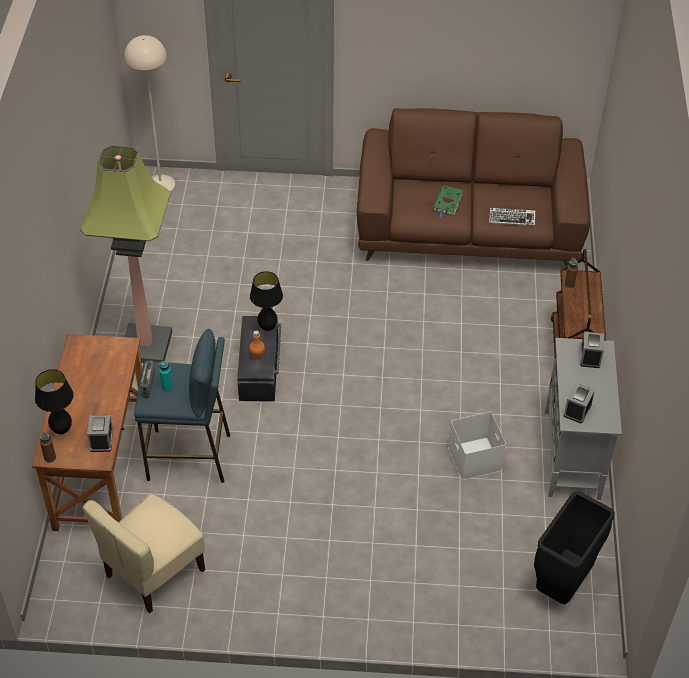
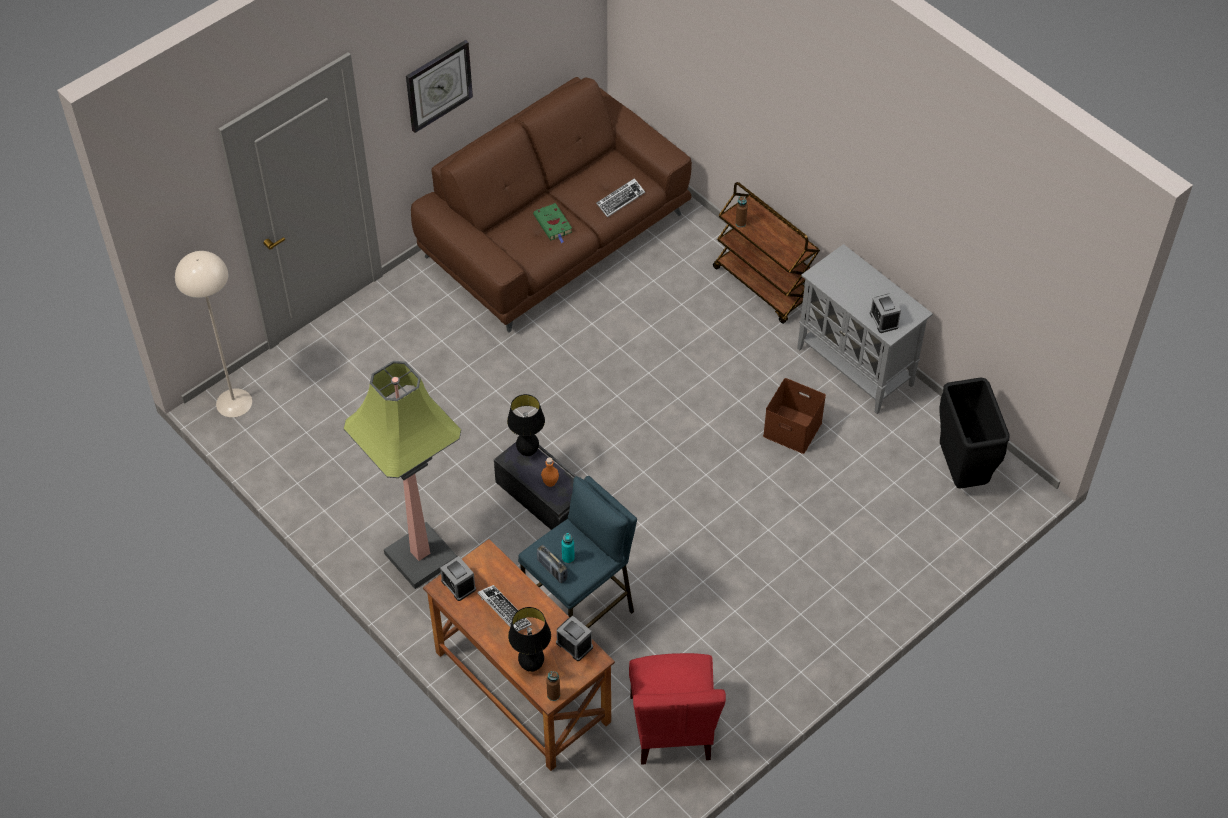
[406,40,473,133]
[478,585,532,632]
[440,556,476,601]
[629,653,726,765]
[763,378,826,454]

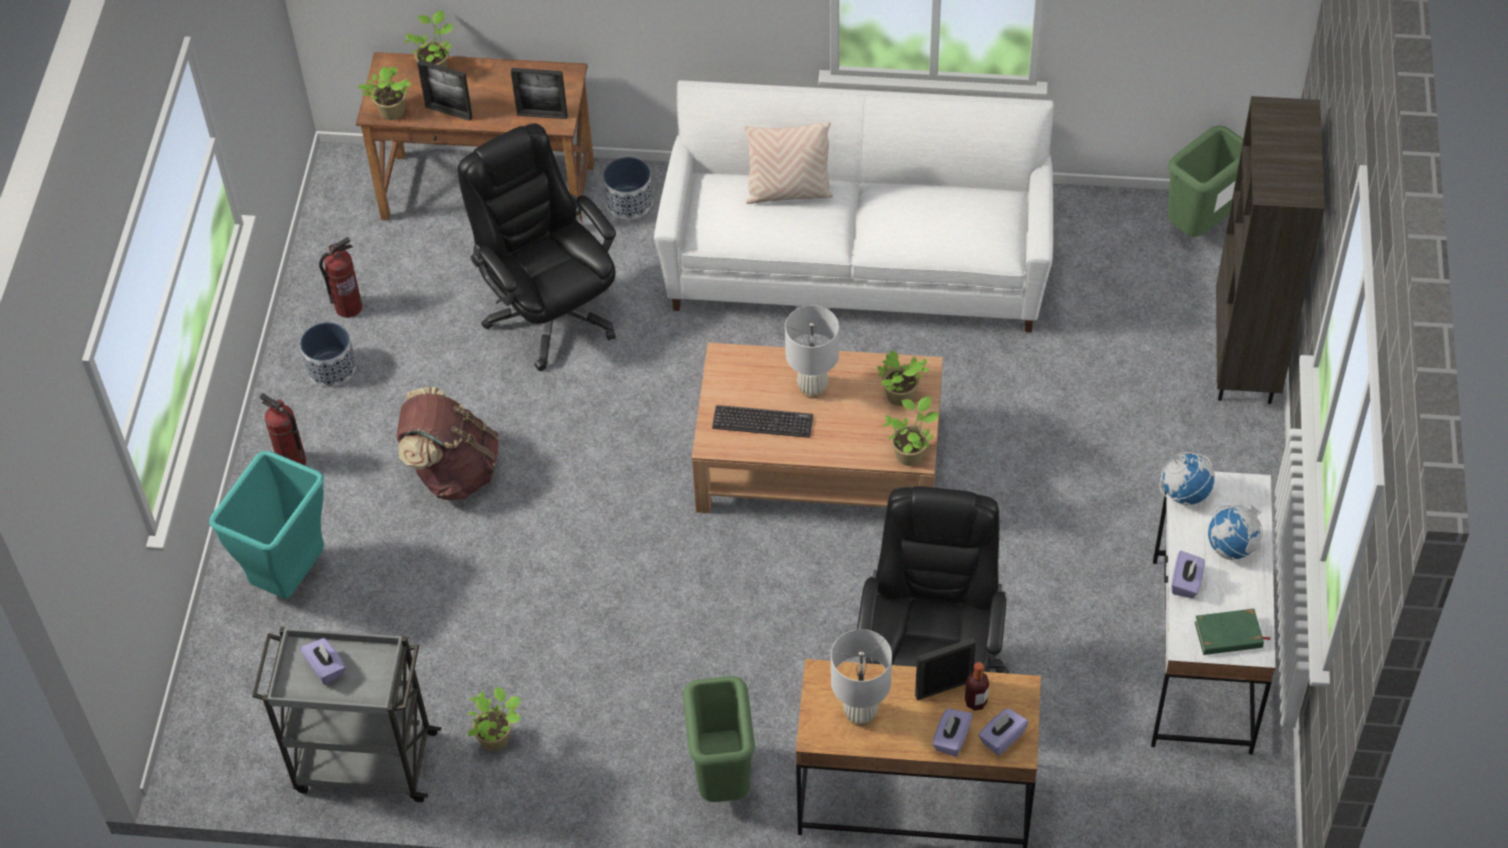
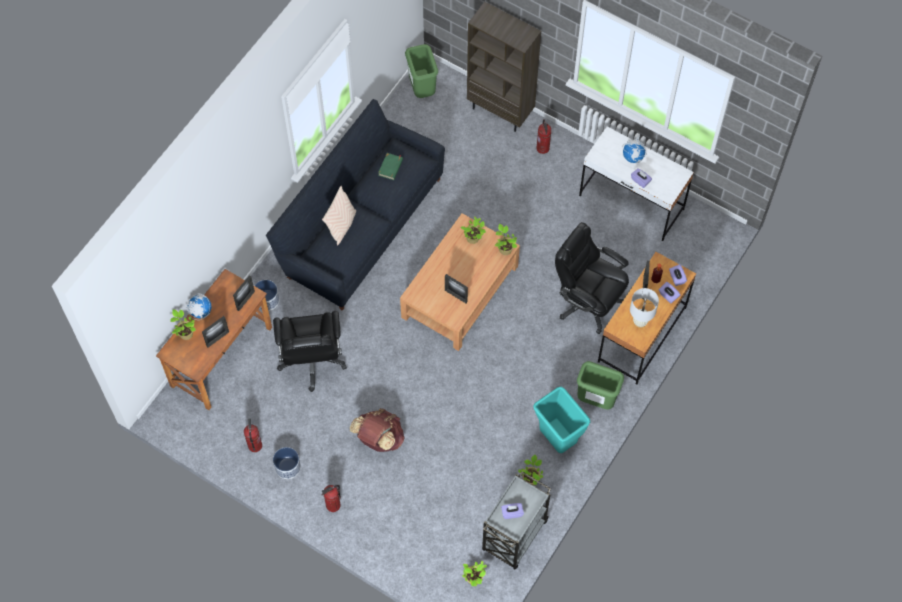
[785,305,839,399] (first image)
[537,119,551,154]
[533,387,590,453]
[462,561,487,587]
[187,294,212,320]
[378,153,403,180]
[445,274,468,303]
[266,99,445,311]
[273,311,347,392]

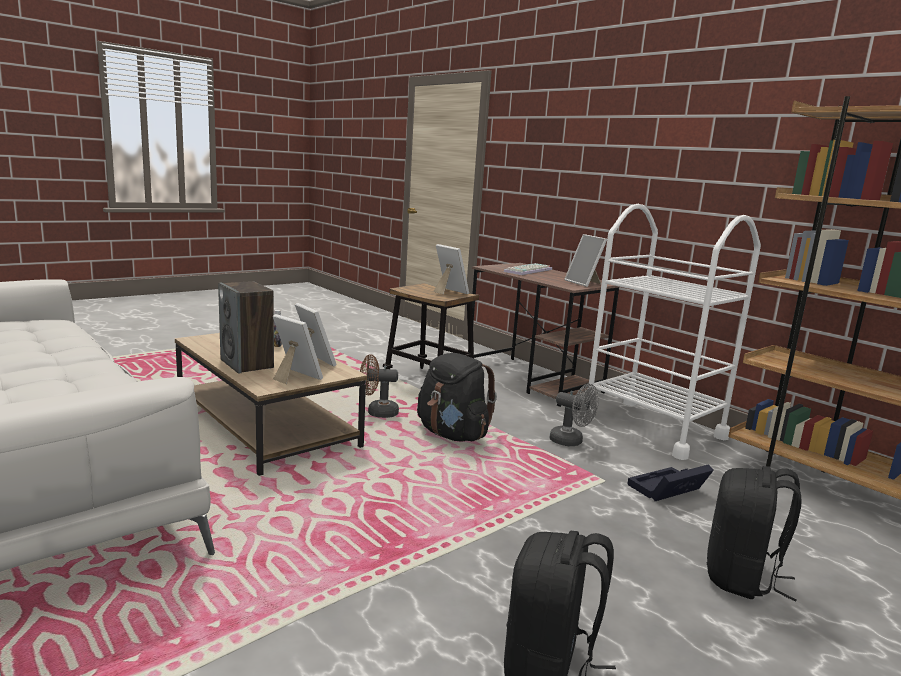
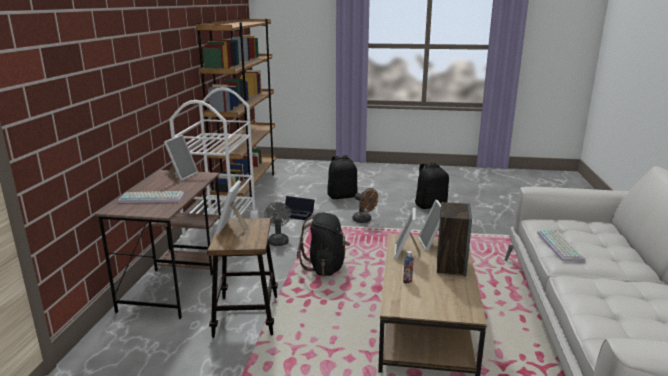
[537,230,585,261]
[352,188,378,223]

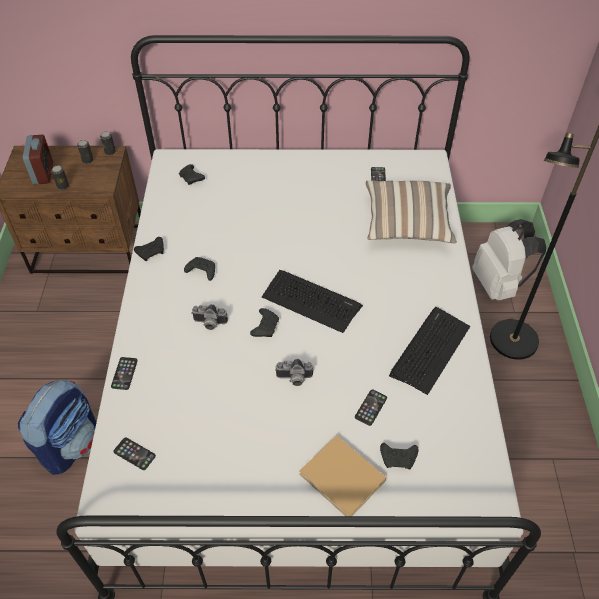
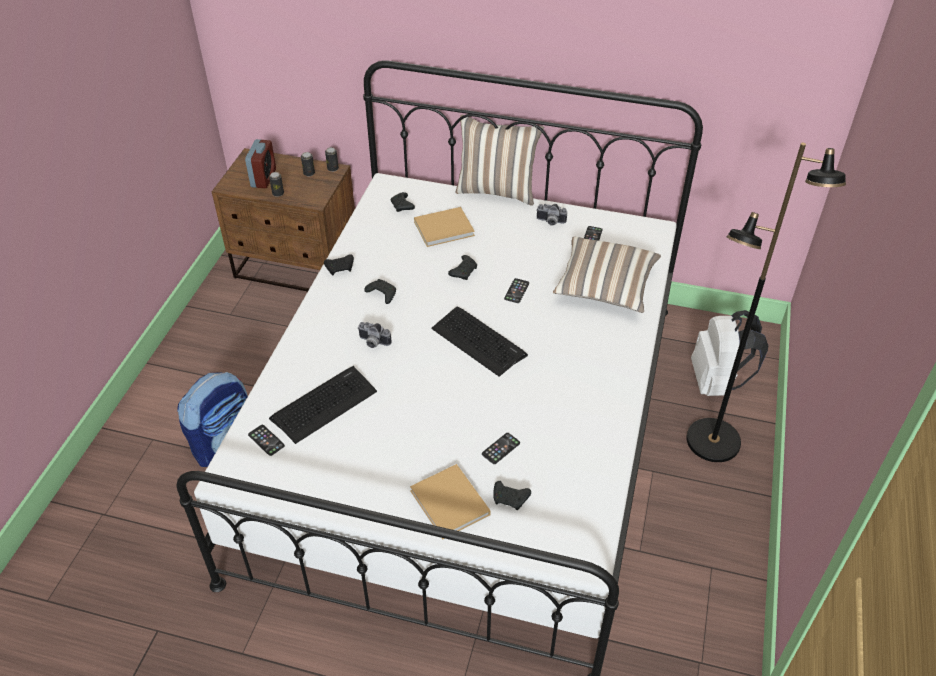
[414,207,475,247]
[455,115,544,206]
[504,278,529,303]
[448,255,477,280]
[536,204,567,226]
[269,366,377,444]

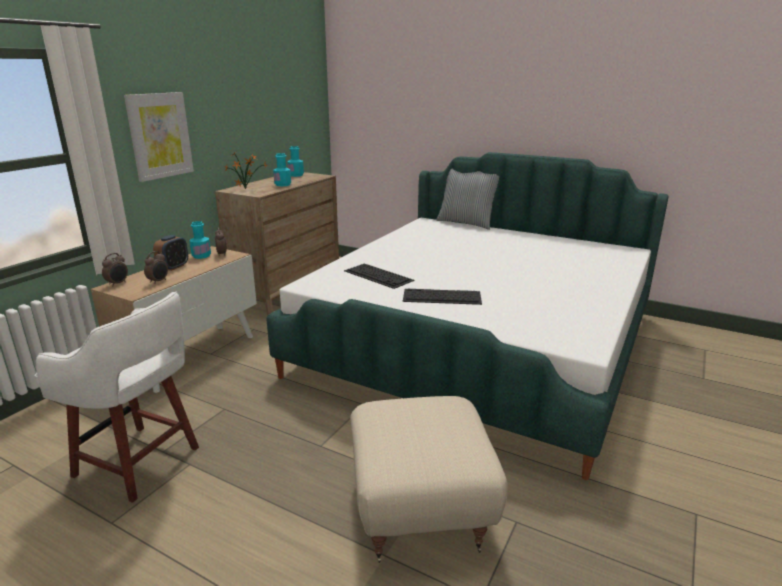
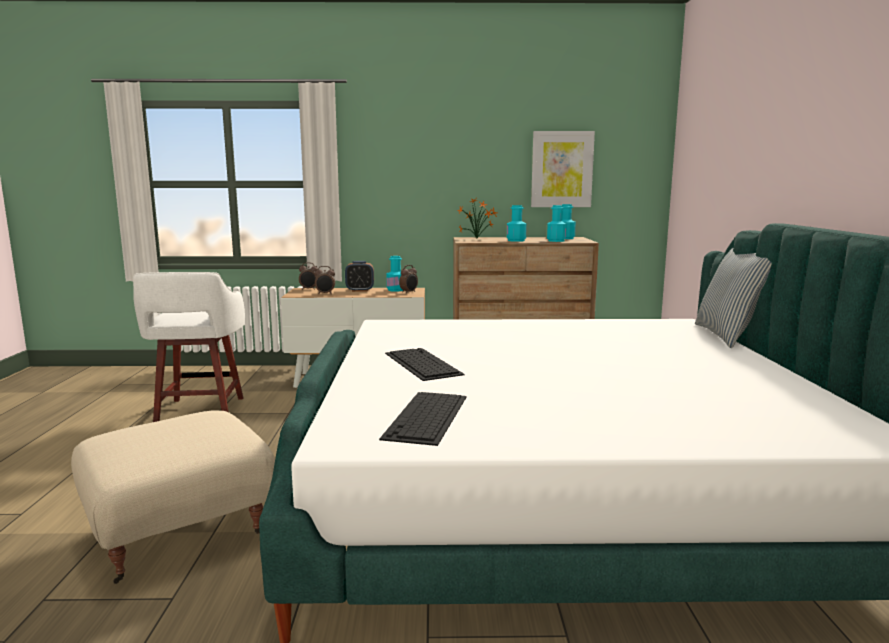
[547,205,567,242]
[531,131,595,207]
[379,392,467,446]

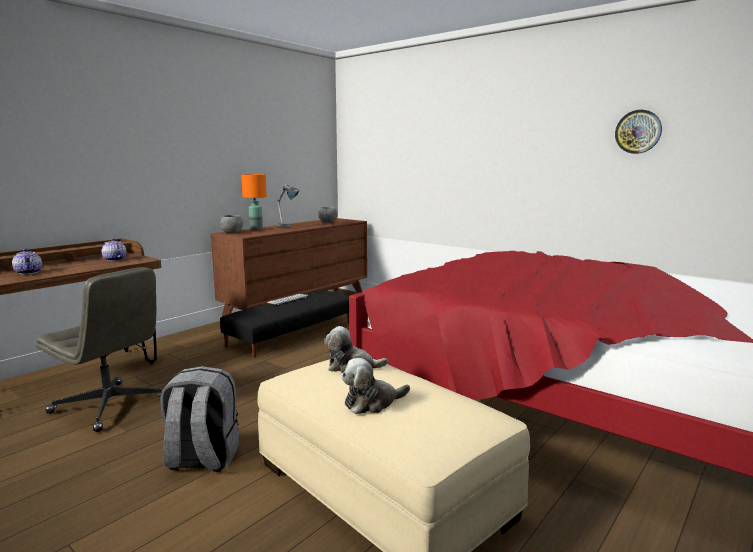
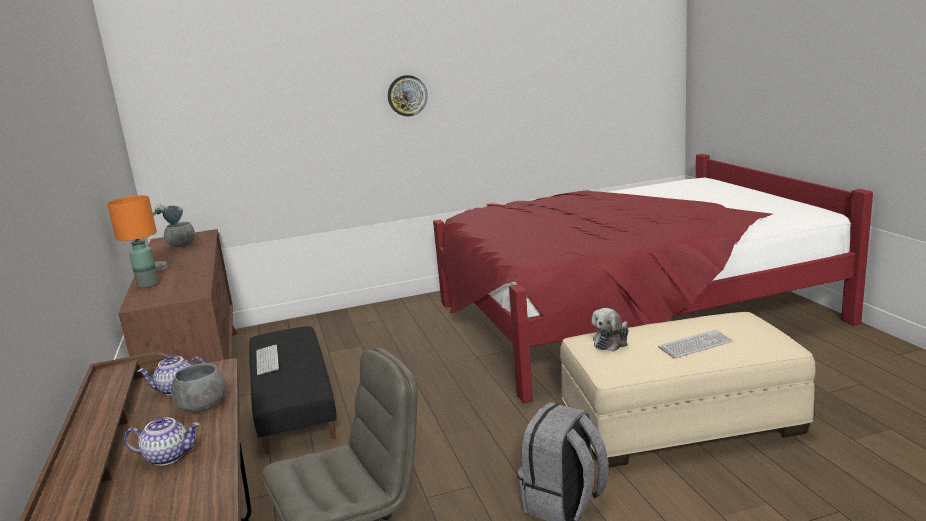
[171,363,226,413]
[388,75,428,116]
[658,329,733,358]

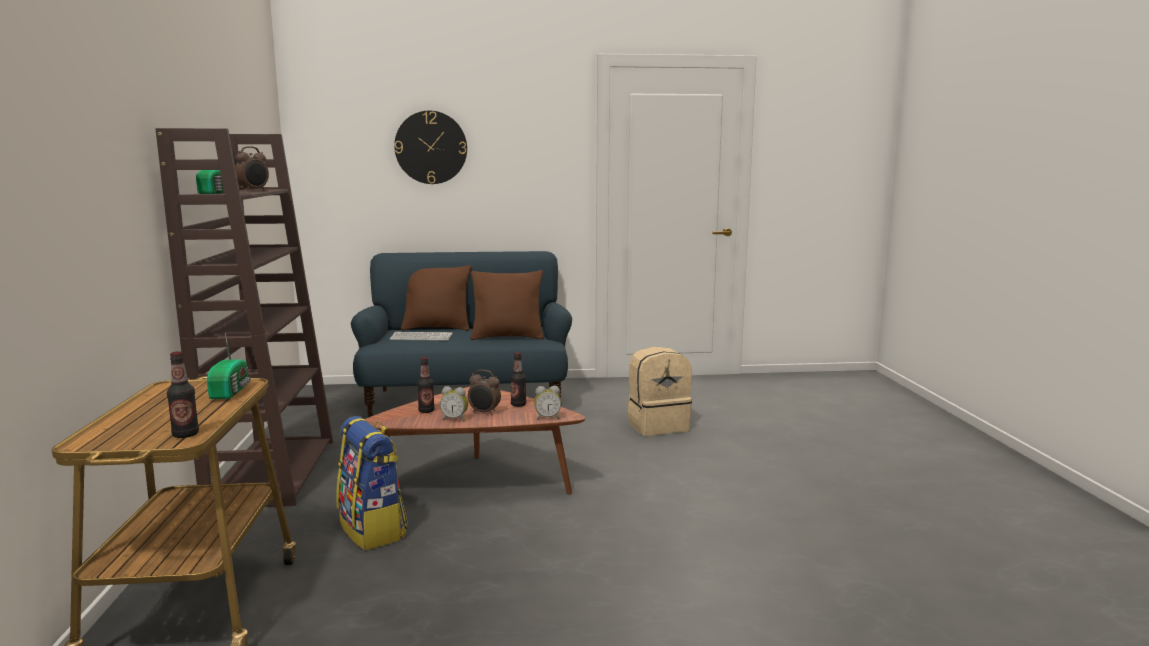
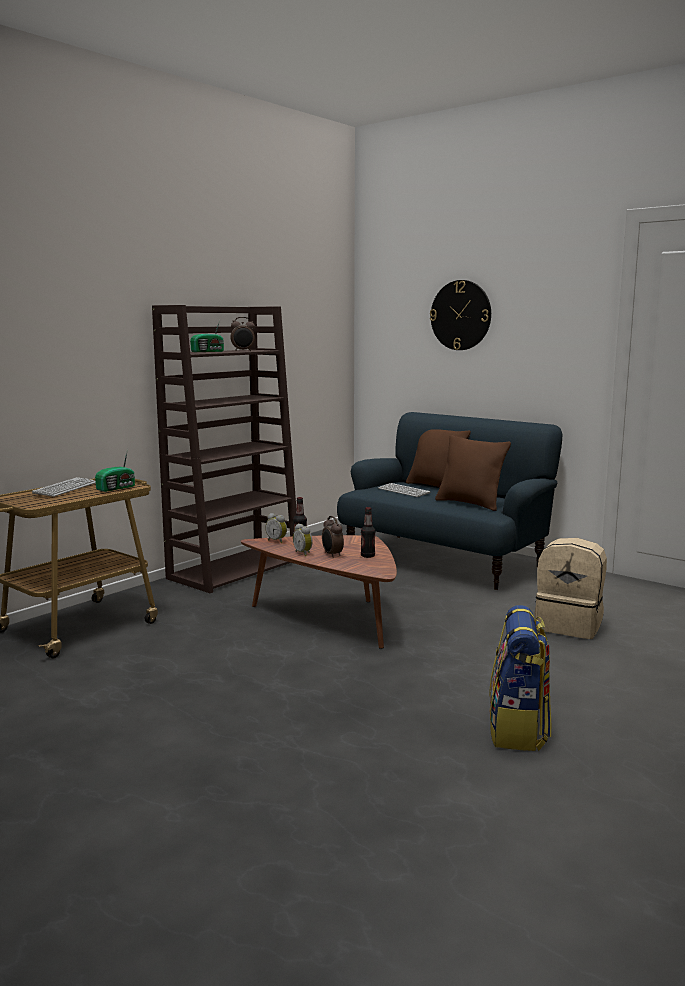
[167,351,199,438] (first image)
[32,477,96,497]
[489,605,551,751]
[265,513,287,543]

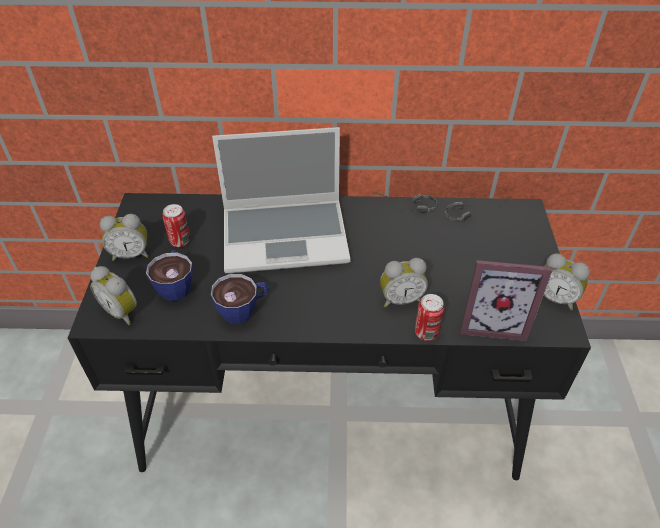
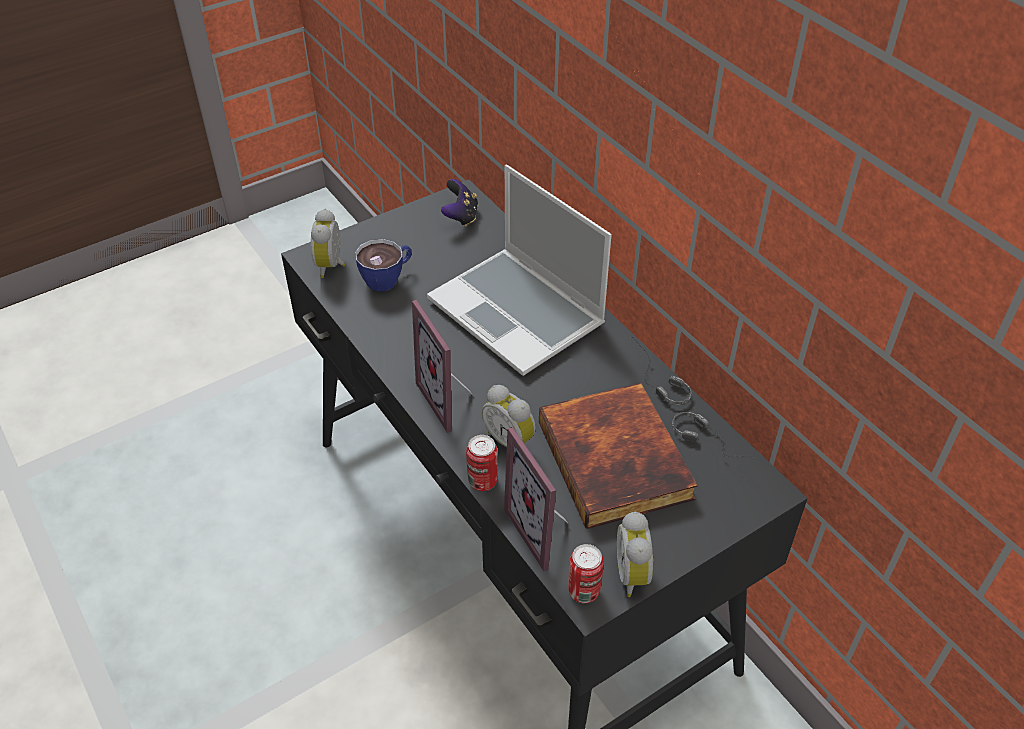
[100,214,149,261] (first image)
[211,274,269,324] (first image)
[412,300,472,433]
[441,179,478,227]
[539,383,698,529]
[568,544,604,603]

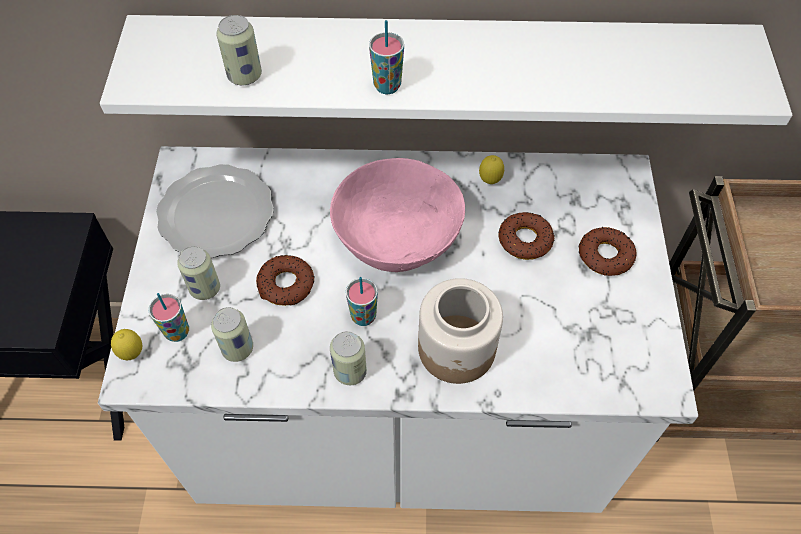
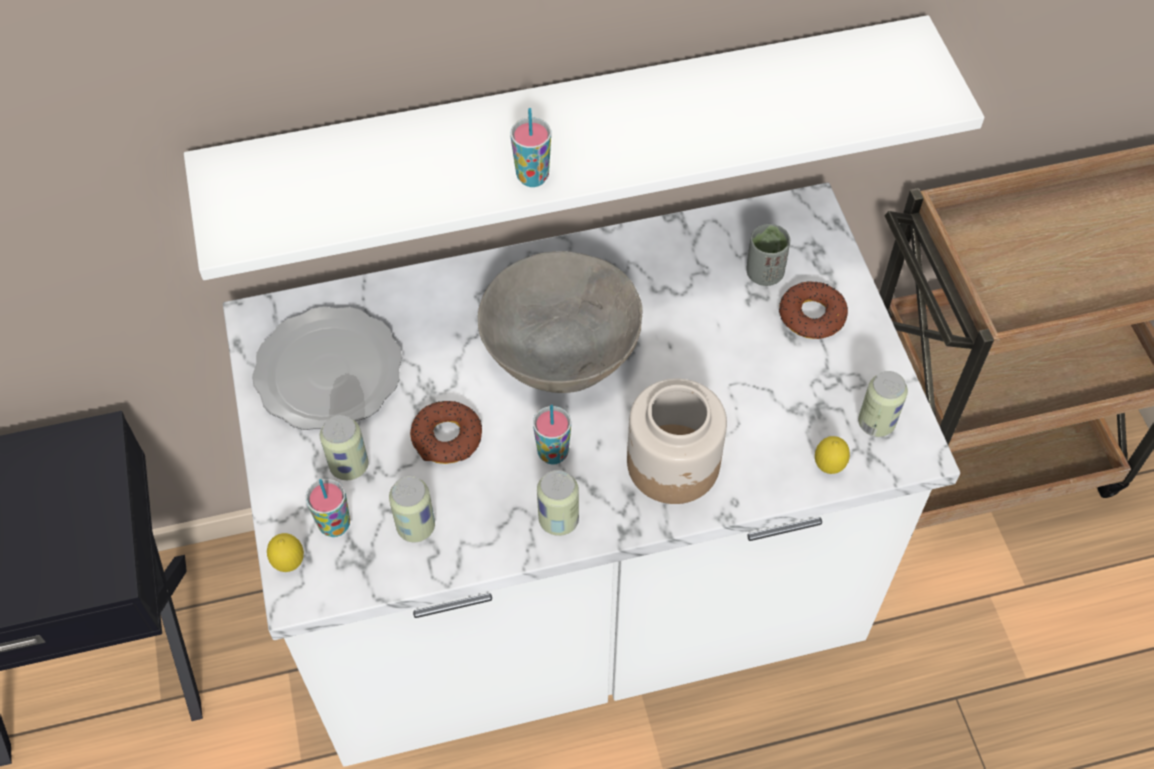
[498,212,555,260] (first image)
[747,224,790,286]
[858,371,908,437]
[815,436,850,474]
[478,251,643,393]

